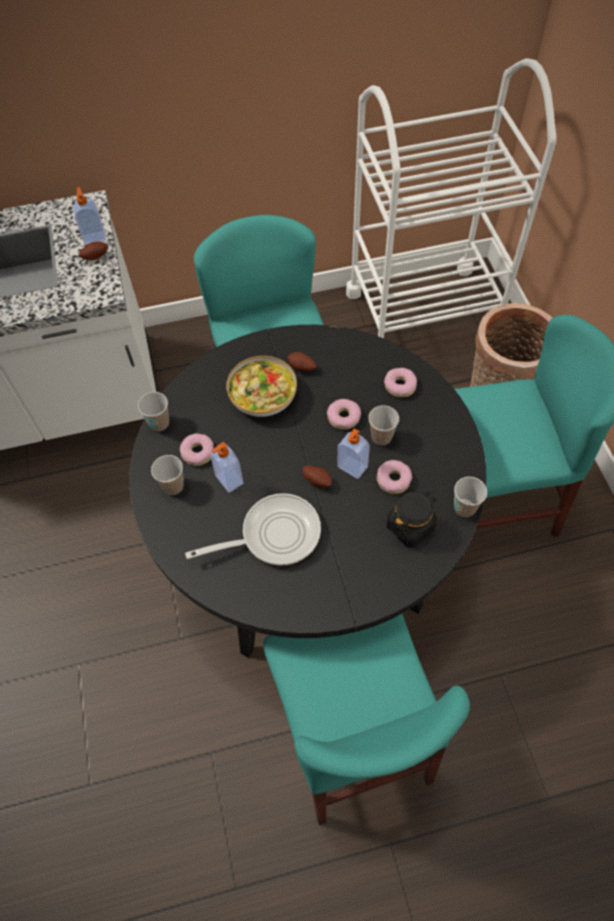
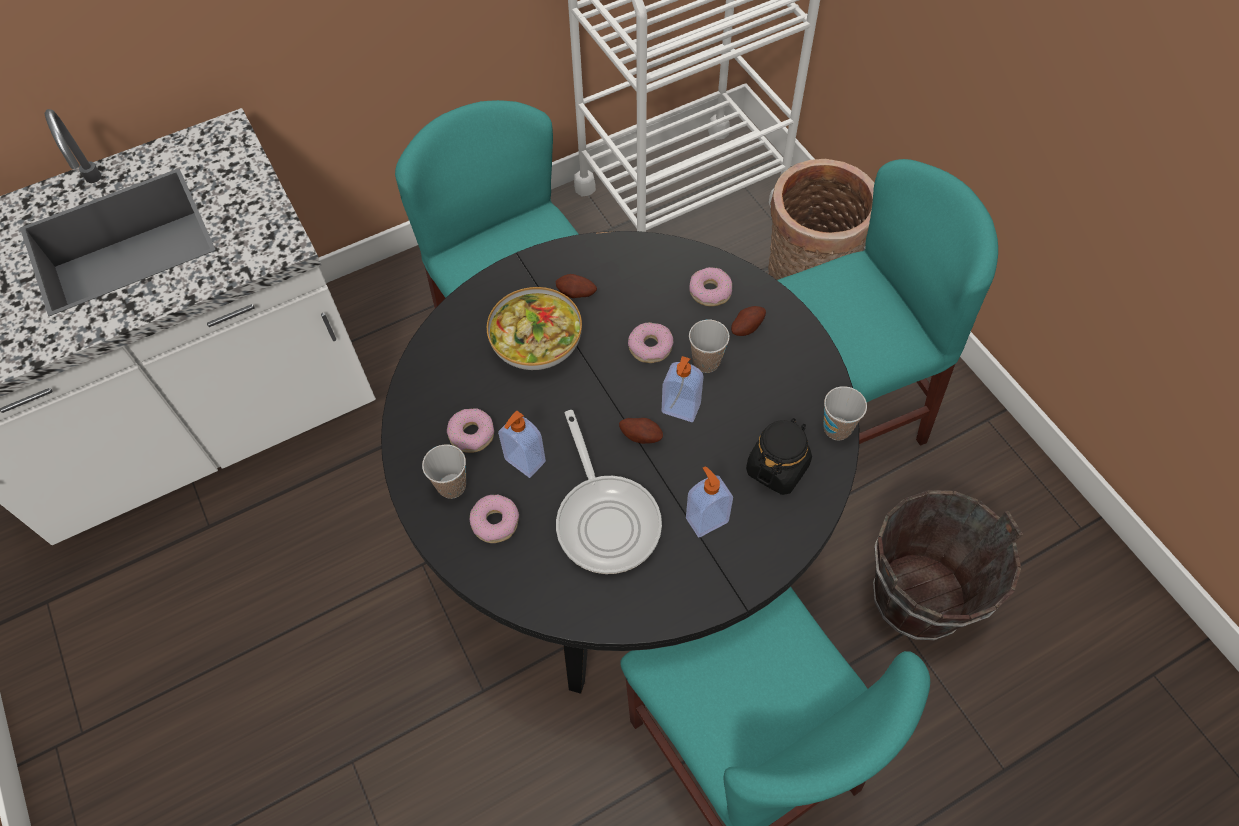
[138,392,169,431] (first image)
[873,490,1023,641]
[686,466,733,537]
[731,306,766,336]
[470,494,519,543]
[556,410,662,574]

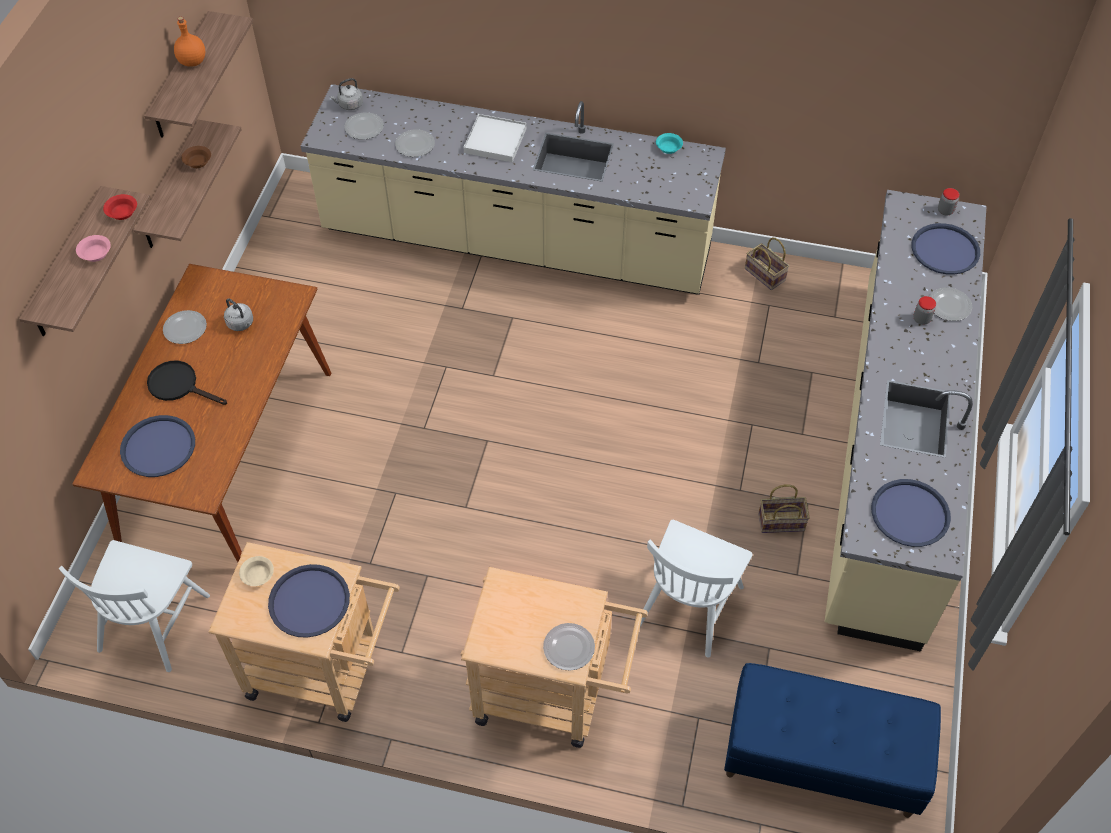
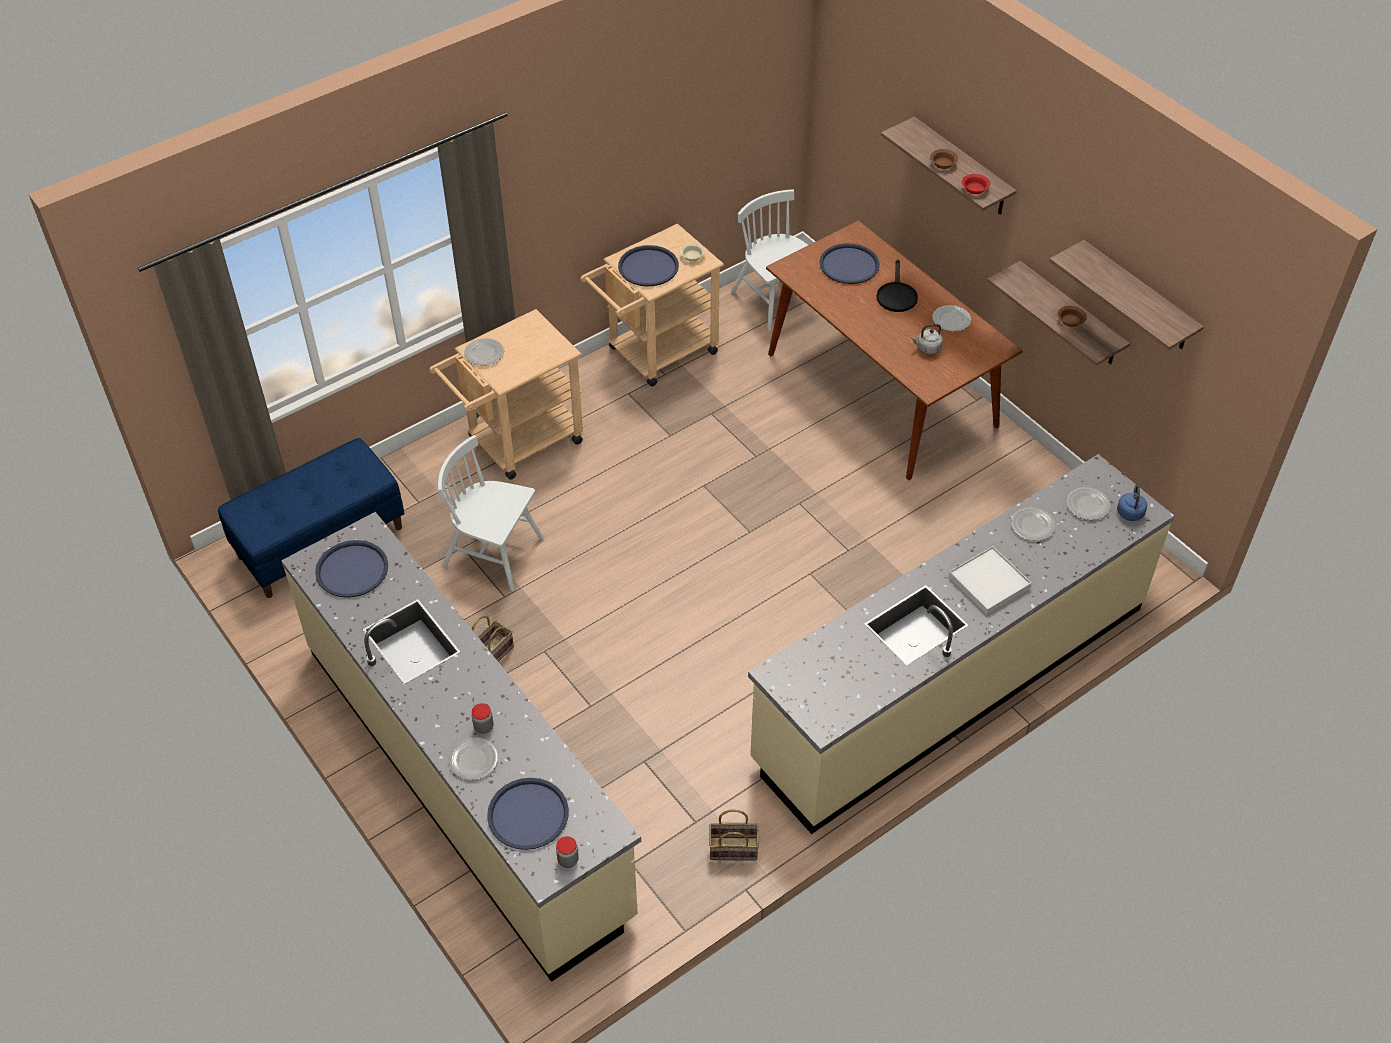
[174,17,205,67] (first image)
[656,133,683,154] (first image)
[930,149,958,169]
[1117,484,1147,521]
[876,259,918,312]
[438,435,544,591]

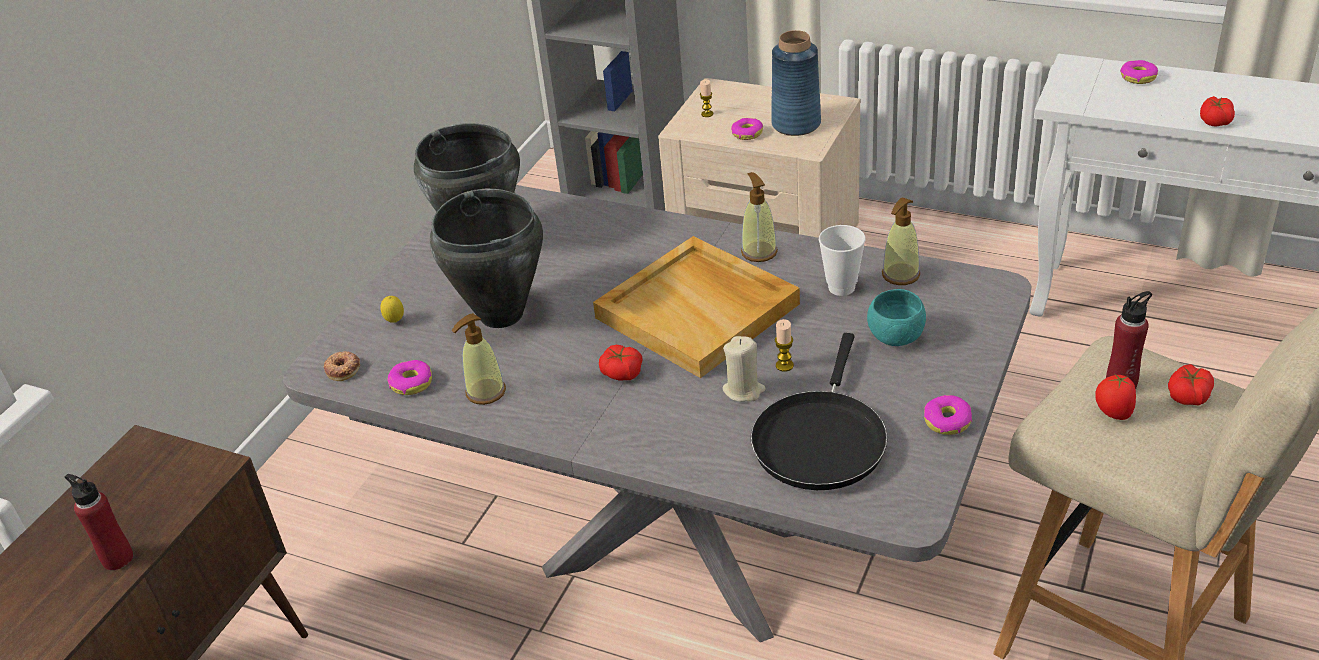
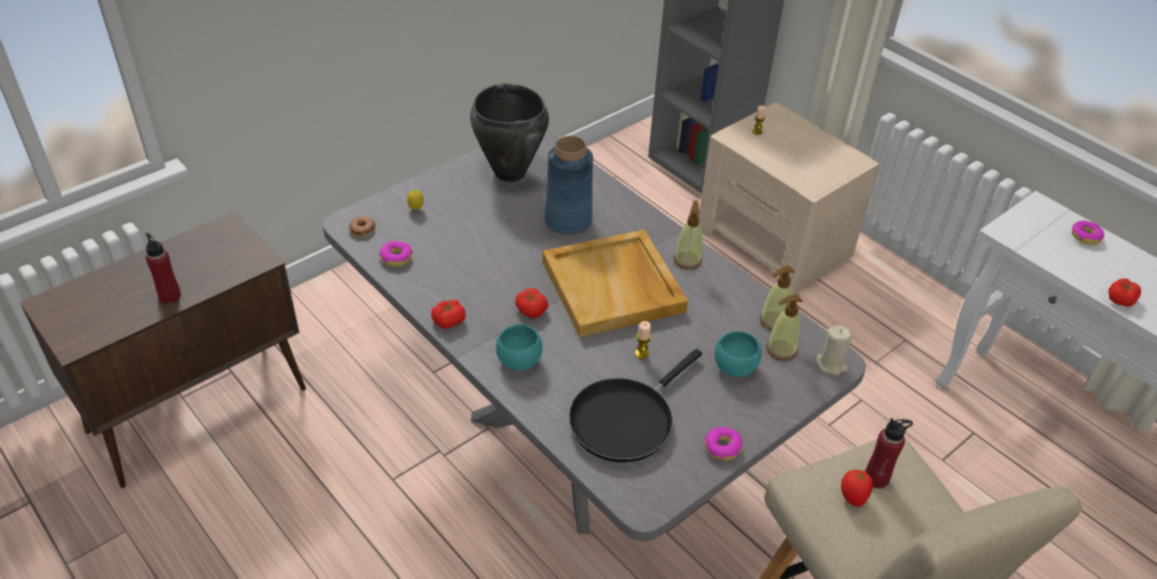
[430,189,543,328] (first image)
[731,118,763,140] (first image)
[819,225,865,296] (first image)
[496,324,542,370]
[766,294,803,361]
[816,325,852,375]
[544,136,593,235]
[431,300,466,329]

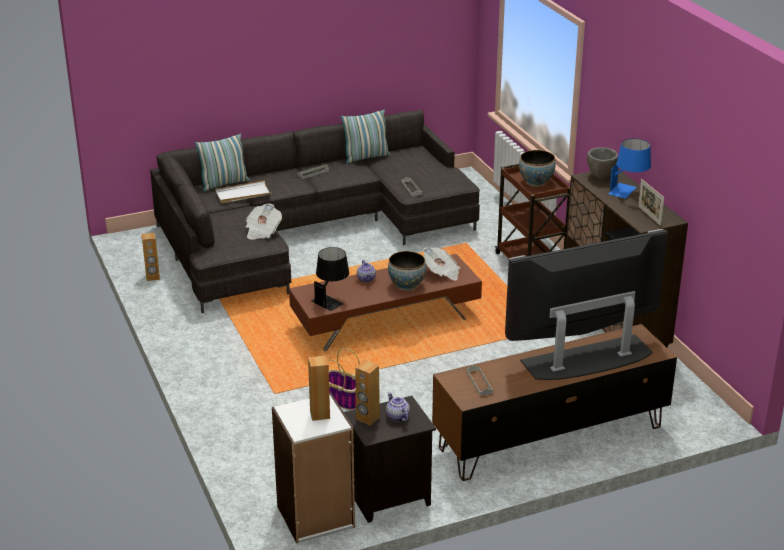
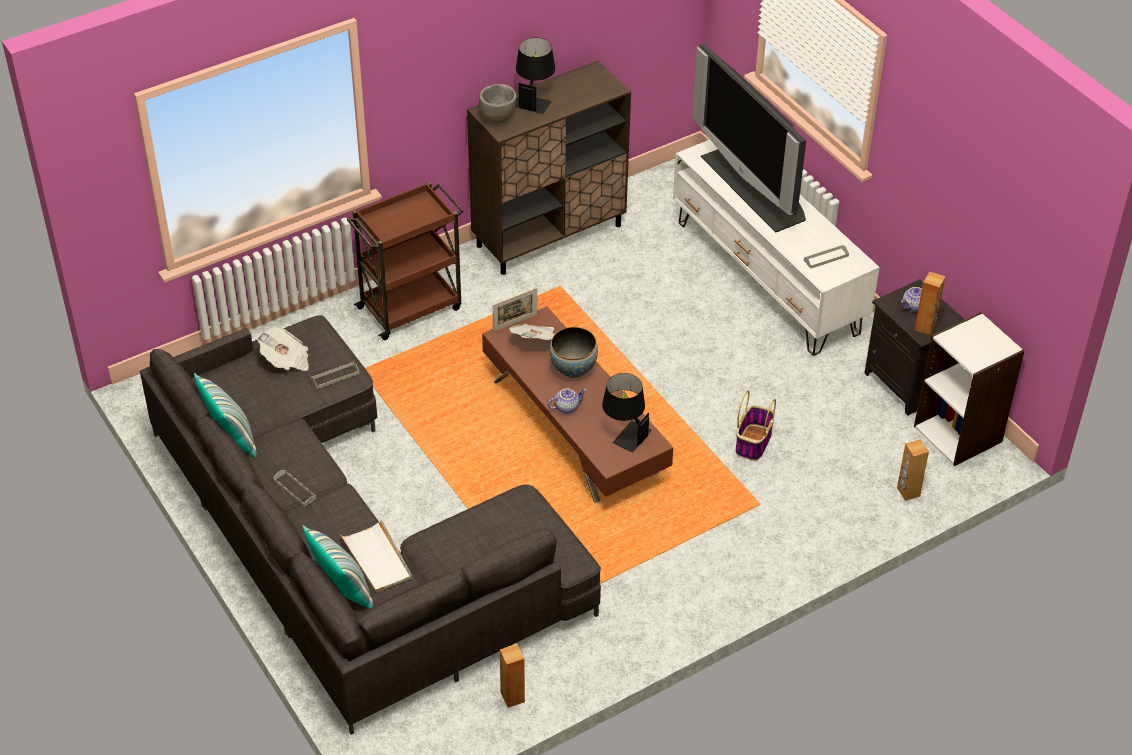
[519,150,556,187] (first image)
[257,327,309,371]
[897,439,929,501]
[492,288,537,332]
[673,140,880,356]
[515,38,555,114]

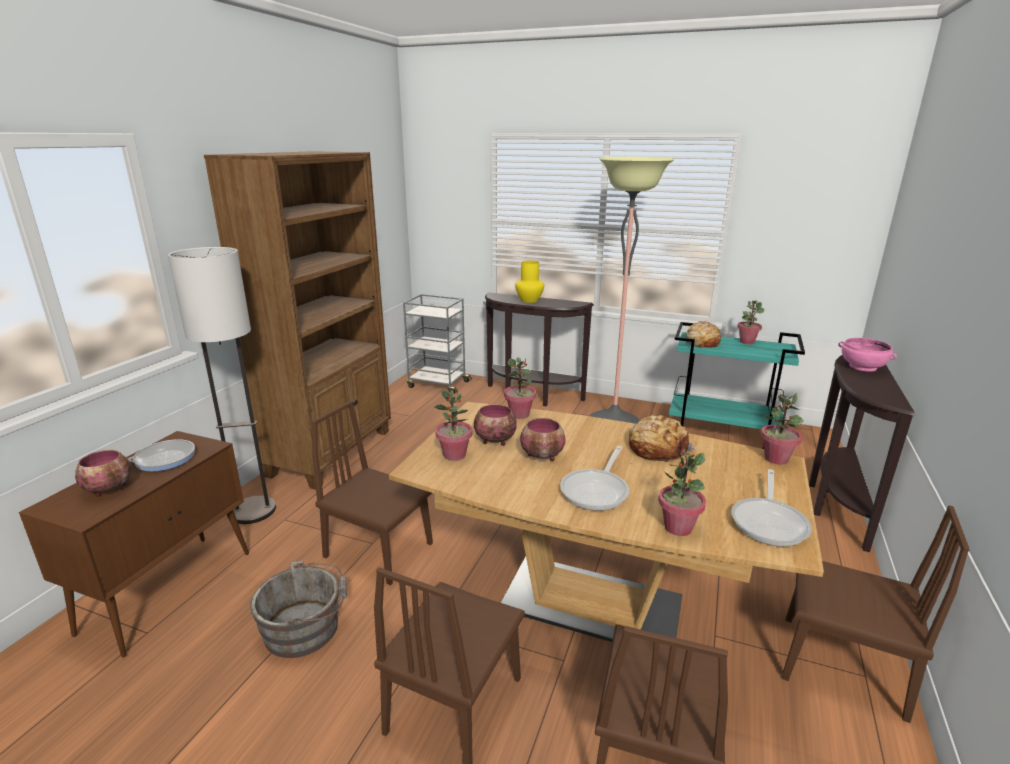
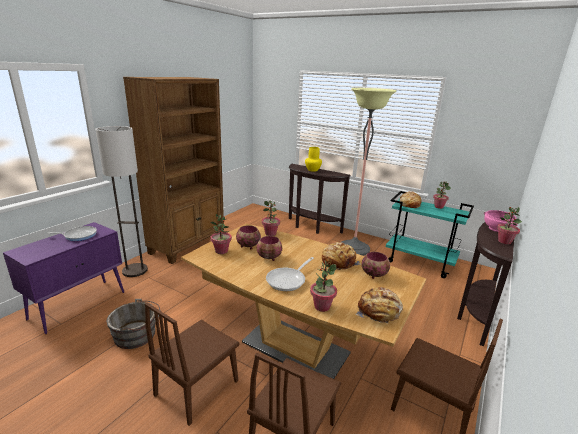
[312,401,433,585] (first image)
[403,294,472,394] (first image)
[362,252,390,279]
[497,207,522,244]
[356,287,403,324]
[3,222,124,334]

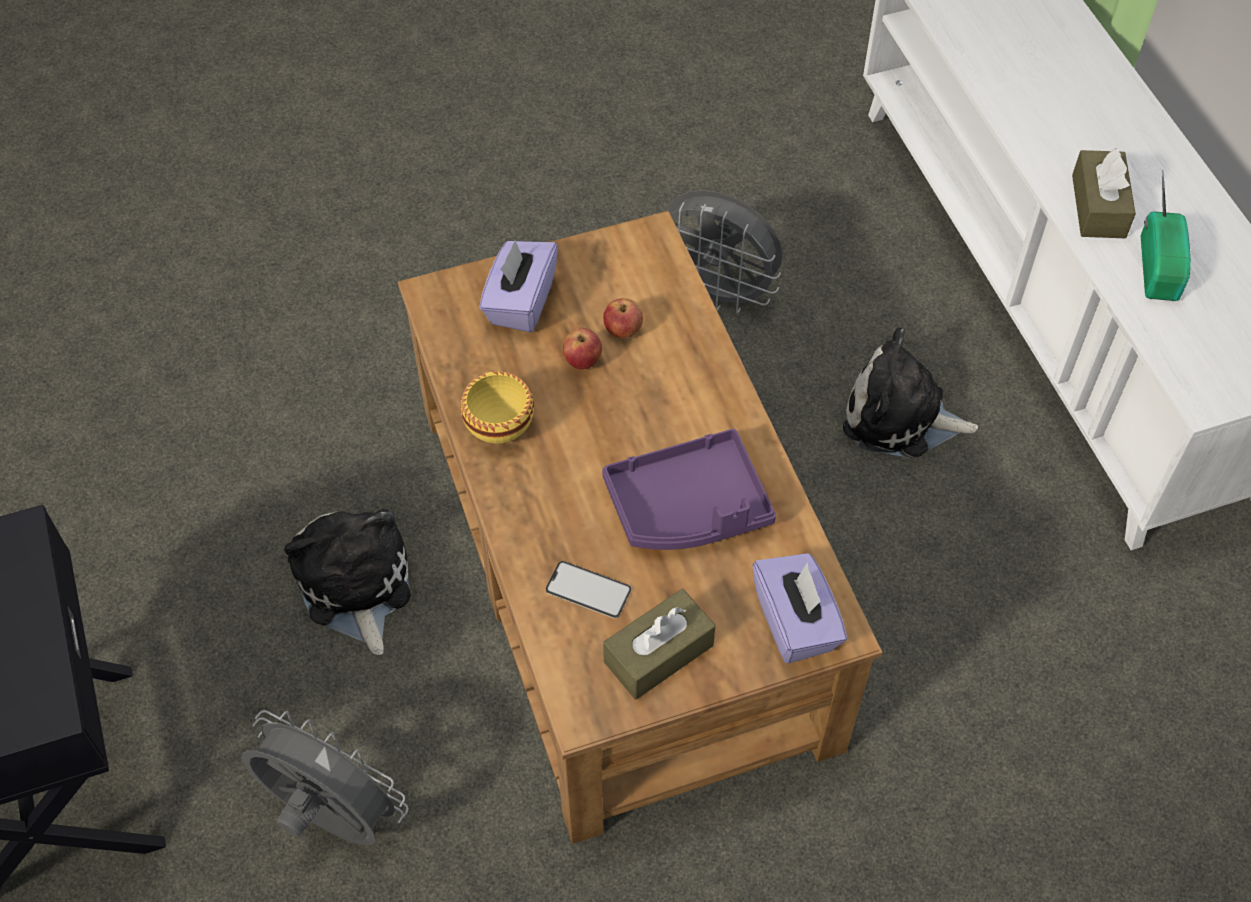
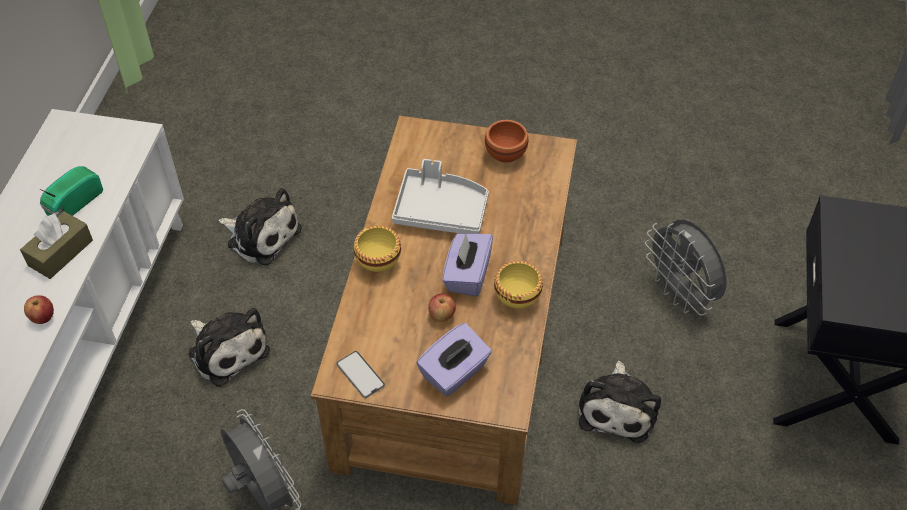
[218,188,302,266]
[354,225,401,272]
[336,351,385,398]
[24,295,54,324]
[442,233,493,297]
[485,120,529,163]
[392,159,489,234]

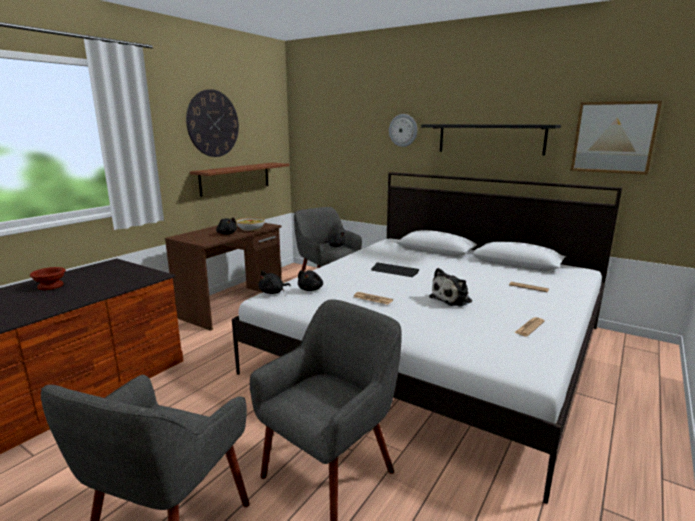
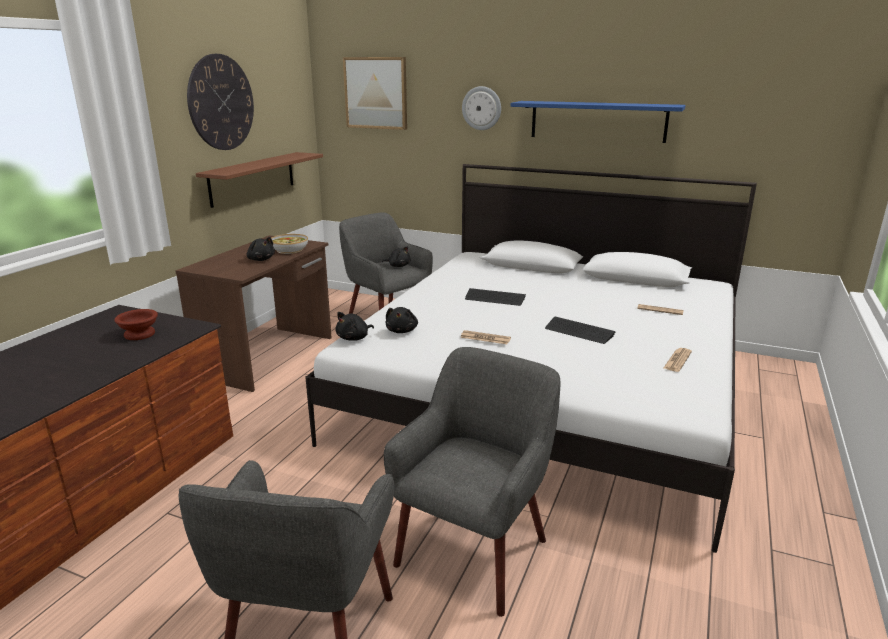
[114,309,158,340]
[343,57,407,130]
[545,316,616,344]
[511,101,686,143]

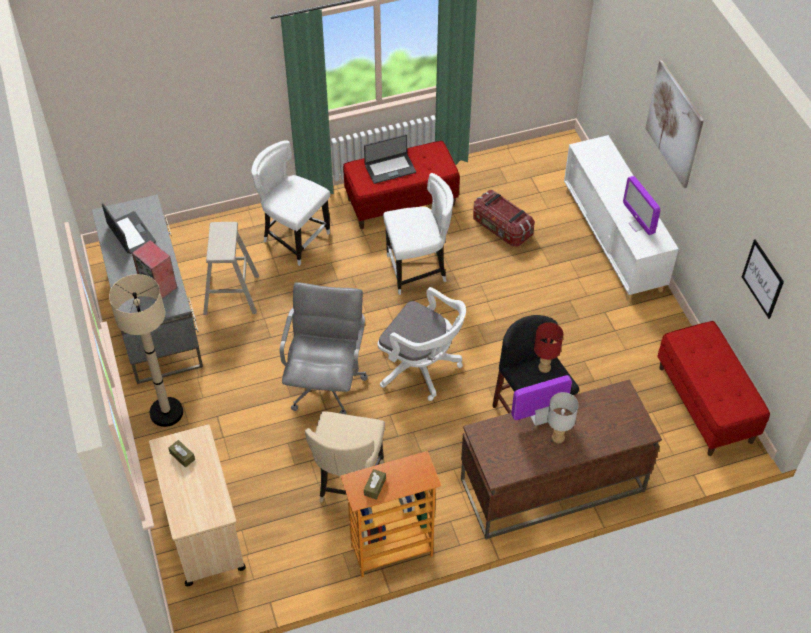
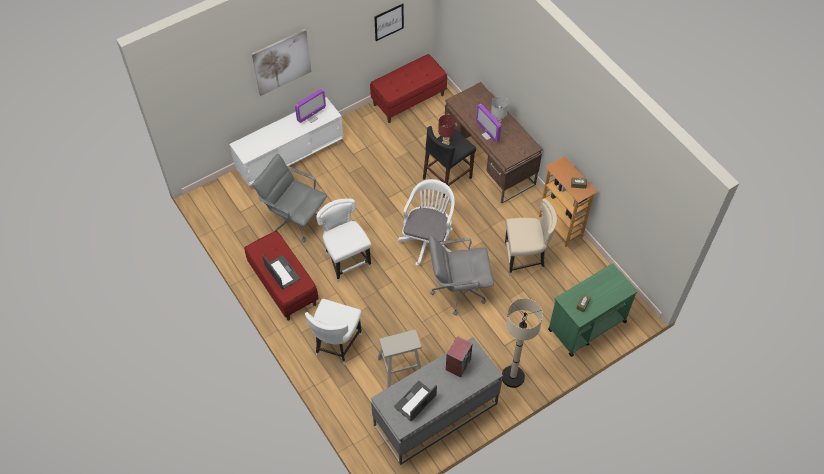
[253,154,327,243]
[548,263,638,357]

